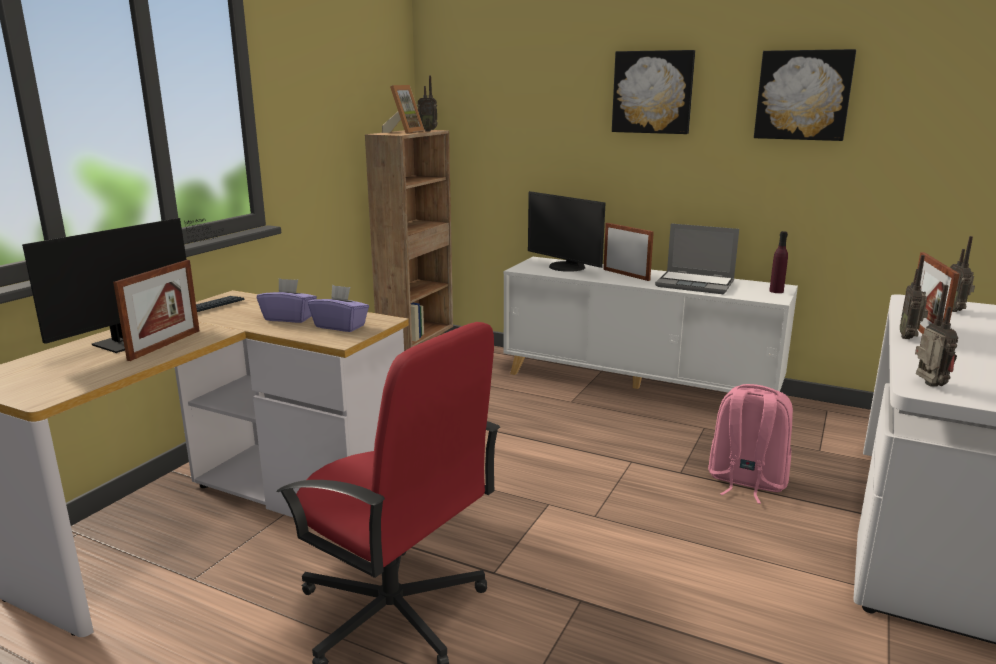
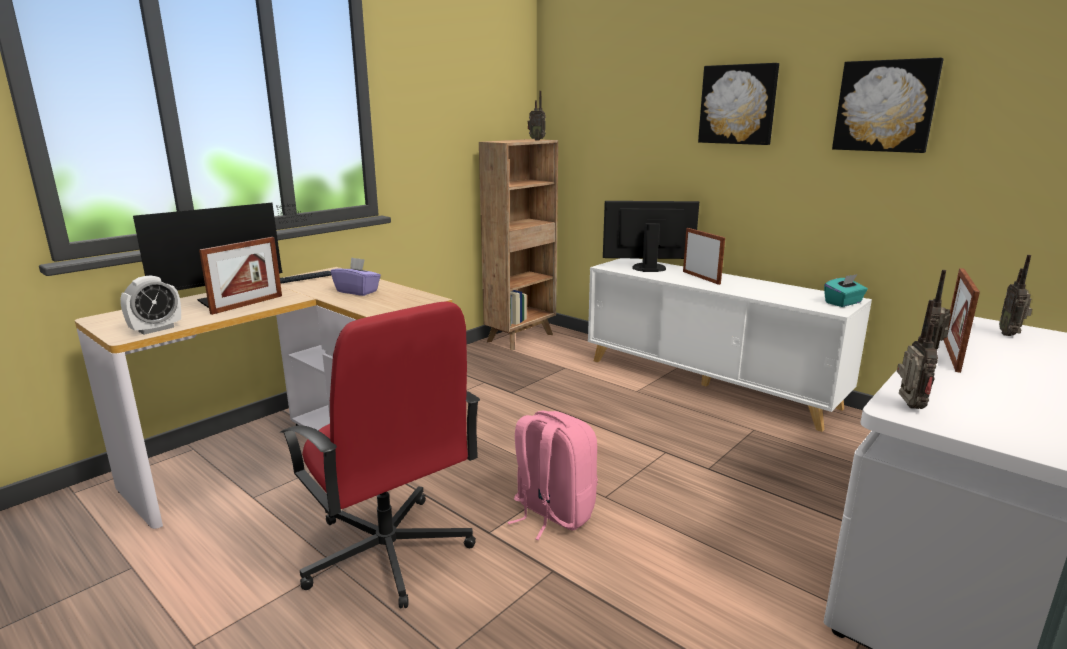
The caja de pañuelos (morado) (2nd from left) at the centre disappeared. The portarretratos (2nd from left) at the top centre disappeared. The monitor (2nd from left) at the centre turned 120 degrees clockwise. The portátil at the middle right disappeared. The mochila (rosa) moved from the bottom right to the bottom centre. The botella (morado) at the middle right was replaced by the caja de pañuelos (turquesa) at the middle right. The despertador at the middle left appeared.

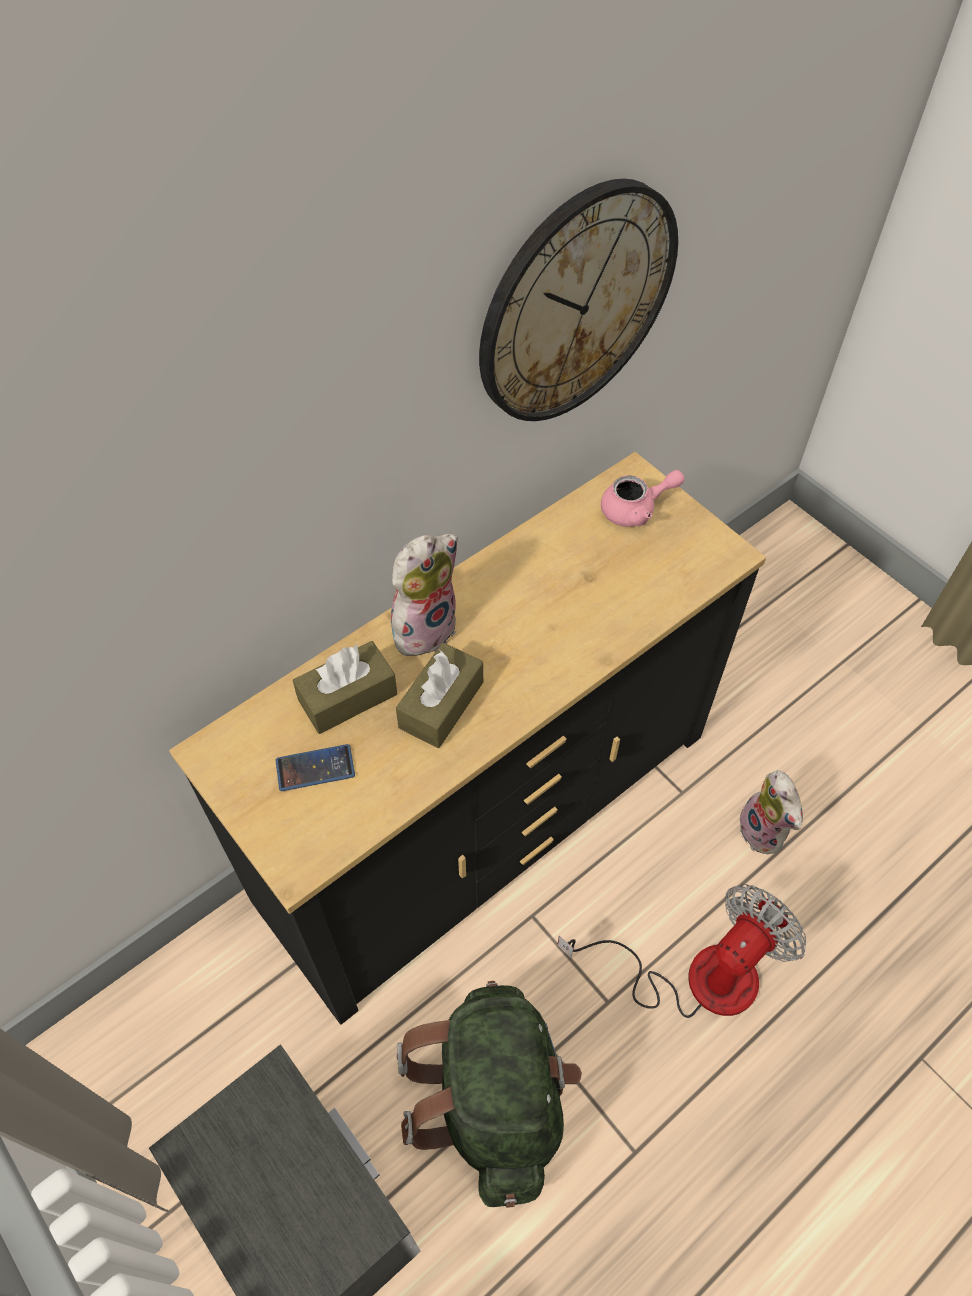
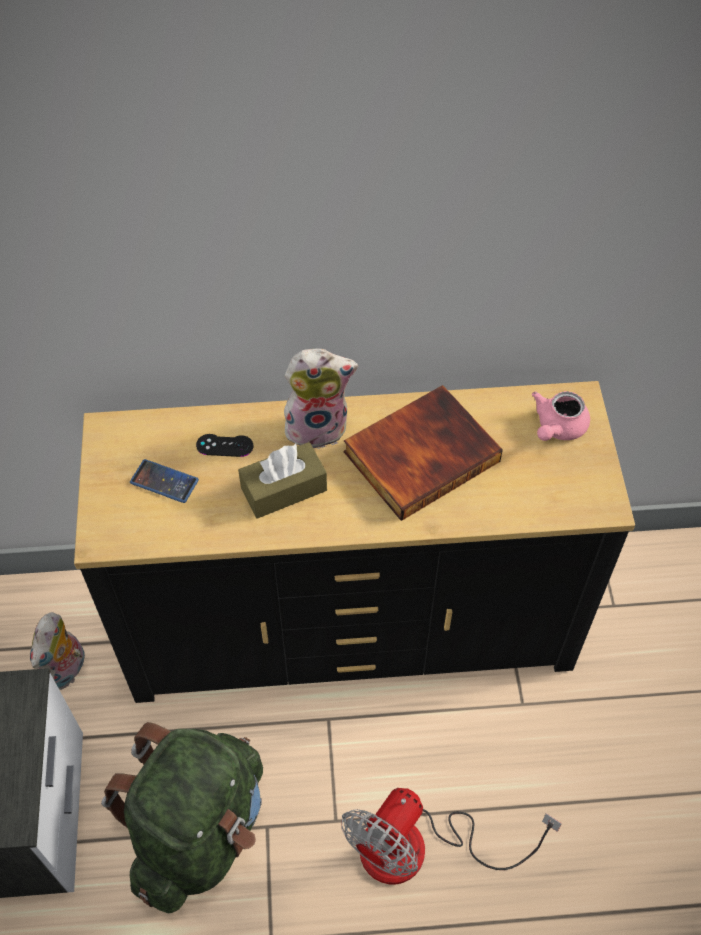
The caja de pañuelos (marrón) (1st from left) at the centre was replaced by the mando de consola (negro) at the middle left. The reloj de pared at the top centre disappeared. The ventilador at the bottom right turned 135 degrees clockwise. The tetera (rosa) at the centre turned 105 degrees clockwise. The peluche (2nd from left in the first image) moved from the middle right to the bottom left. The libro at the centre appeared.

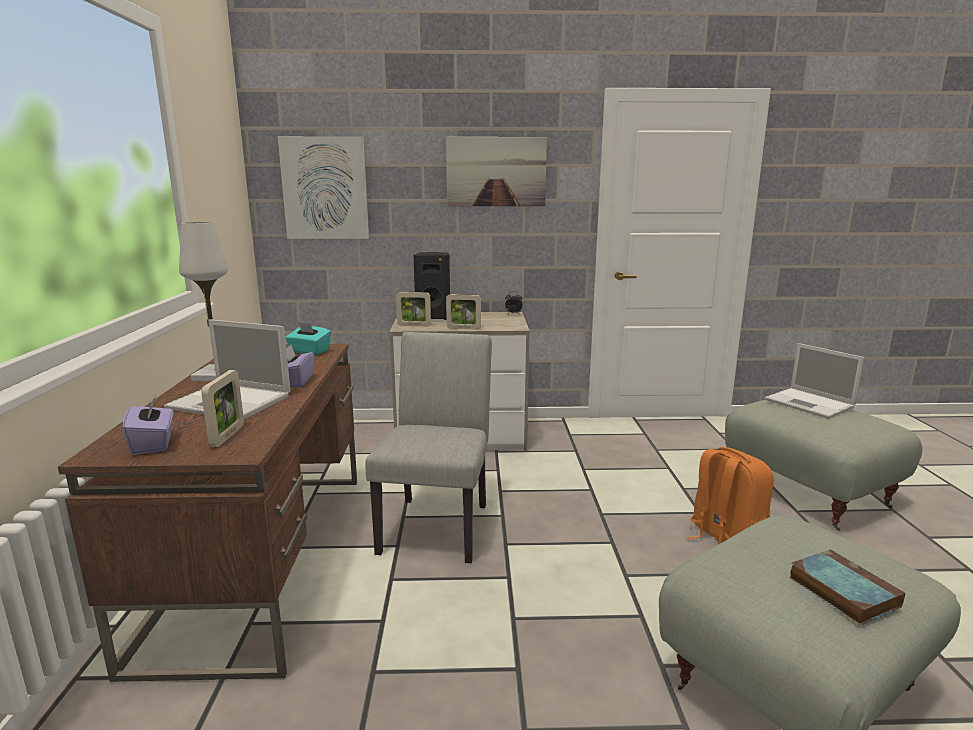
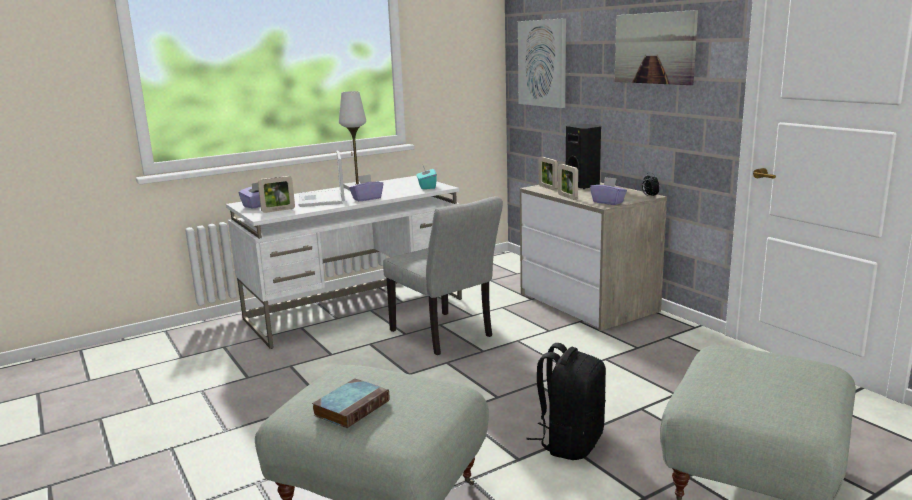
The escritorio (marrón) at the bottom left became the escritorio (blanco) at the centre. The silla (gris) at the centre turned 75 degrees clockwise. The mochila (naranja) at the bottom right became the mochila (negro) at the bottom centre. The portátil (2nd from left) at the middle right disappeared. The caja de pañuelos (morado) (3rd from left) at the middle right appeared.

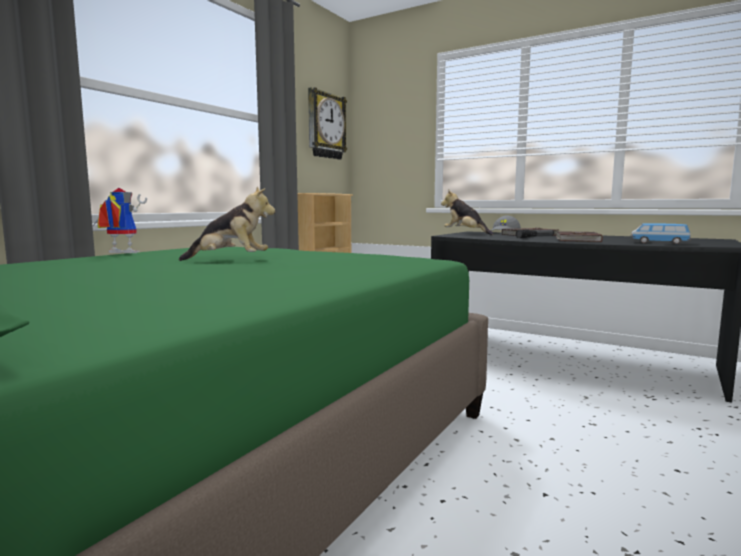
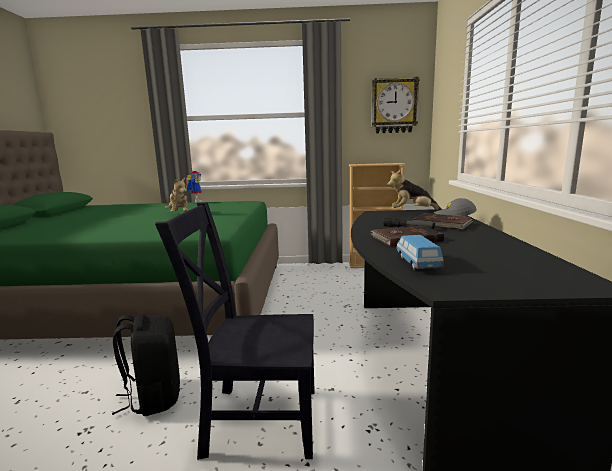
The peluche (2nd from left) at the centre turned 105 degrees counterclockwise. The mochila (negro) at the bottom left appeared. The silla (negro) at the bottom centre appeared.

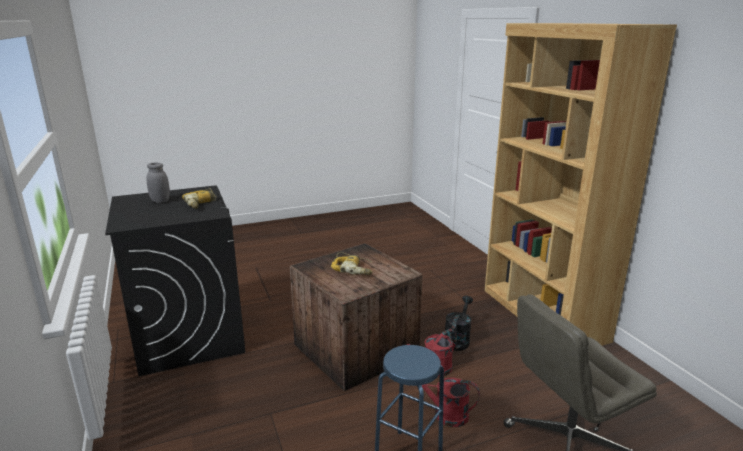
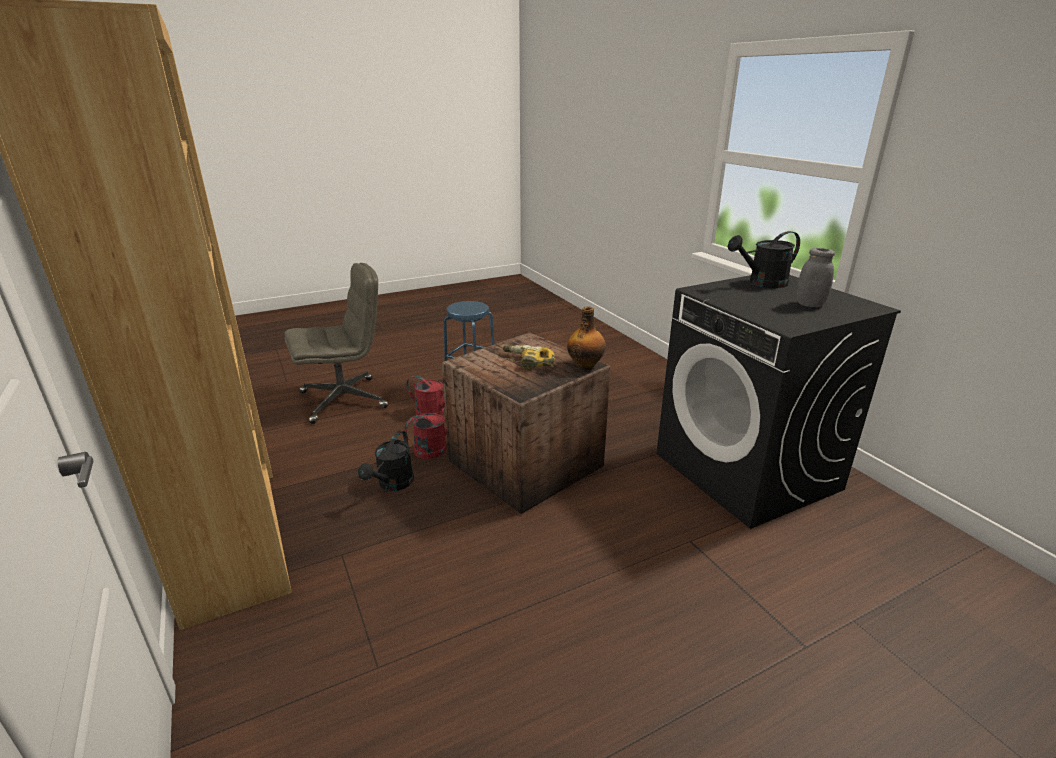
The taladro (1st from left) at the middle left disappeared. The botella at the centre appeared. The regadera (negro) (2nd from left) at the middle right appeared.

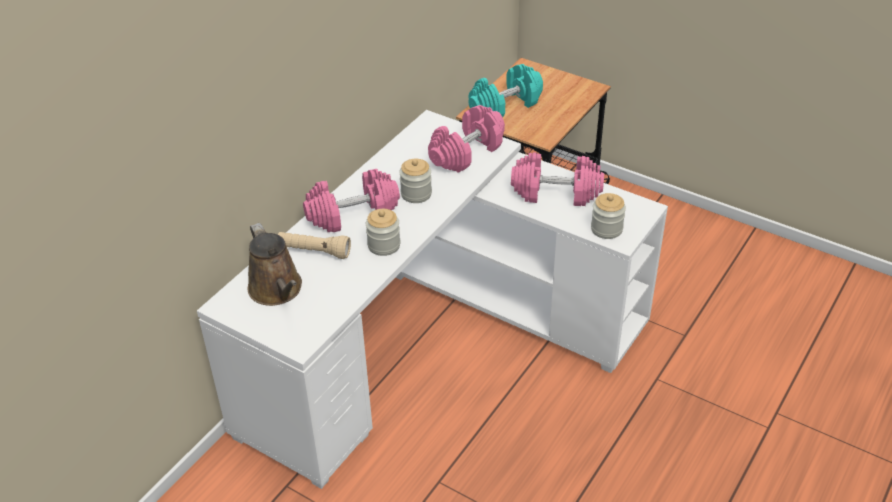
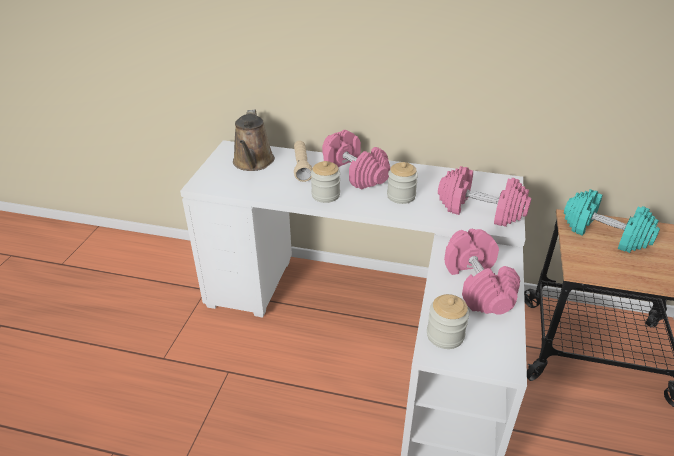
The regadera (marrón) at the middle left turned 45 degrees counterclockwise.

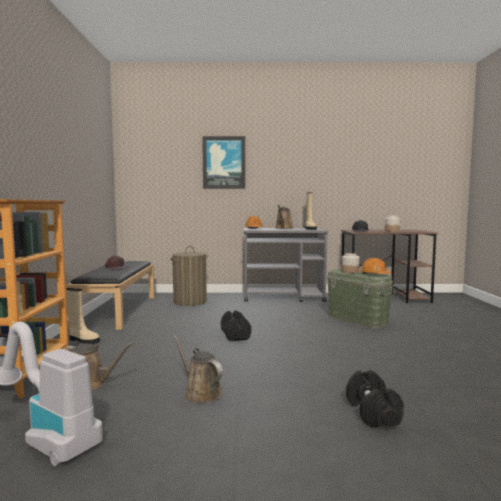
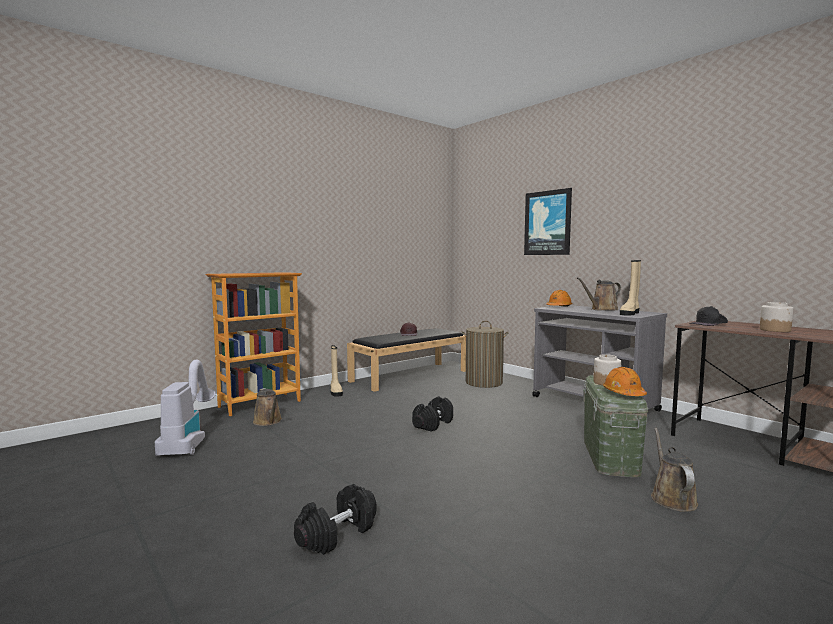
The regadera (marrón) (2nd from left in the first image) moved from the bottom centre to the bottom right.

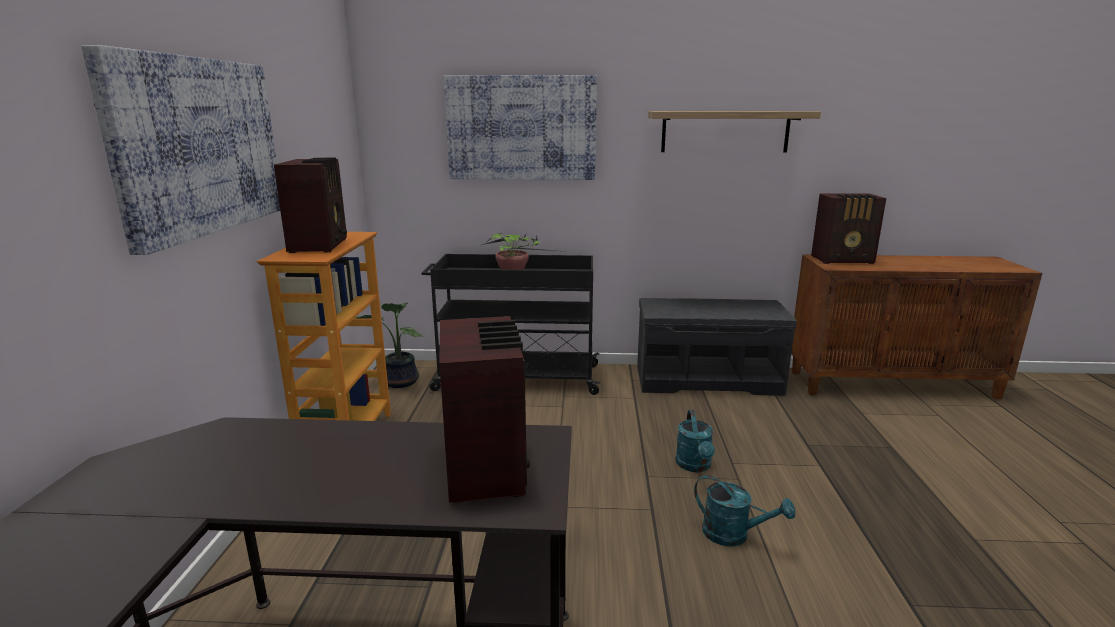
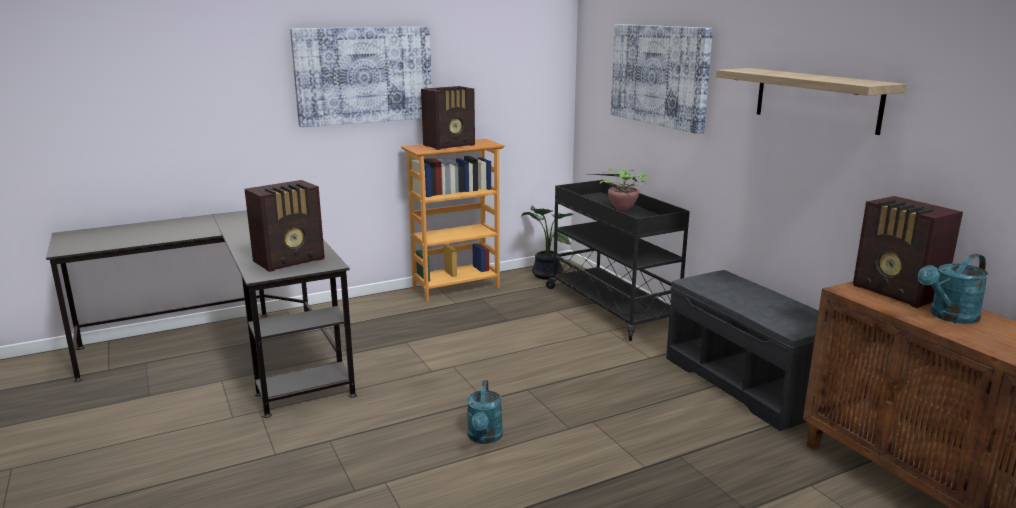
The regadera (turquesa) (1st from left in the first image) moved from the bottom centre to the middle right.

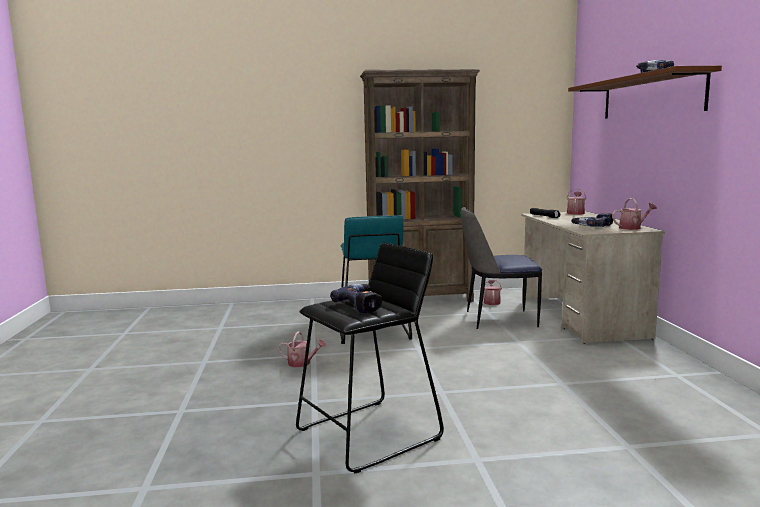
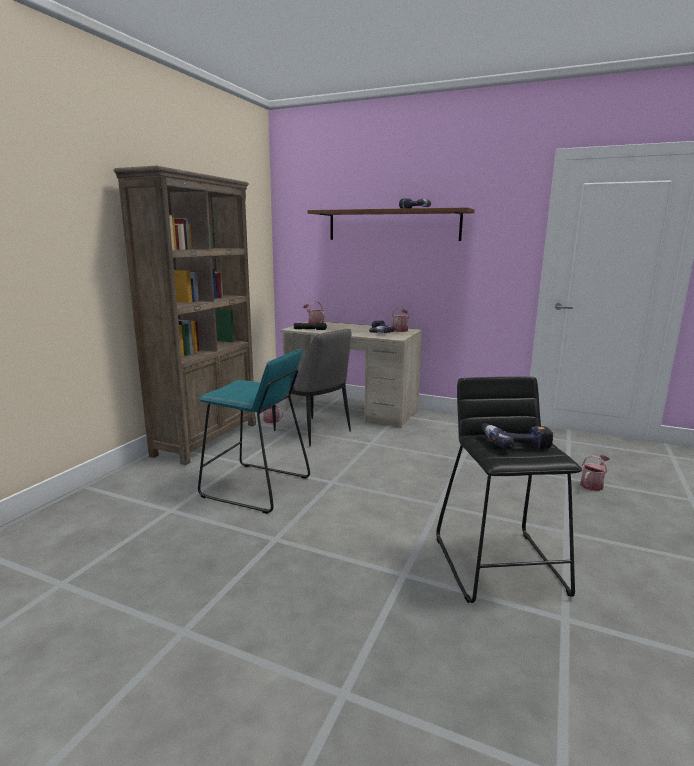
The regadera (1st from left in the first image) moved from the bottom centre to the middle right. The silla at the centre turned 75 degrees counterclockwise.

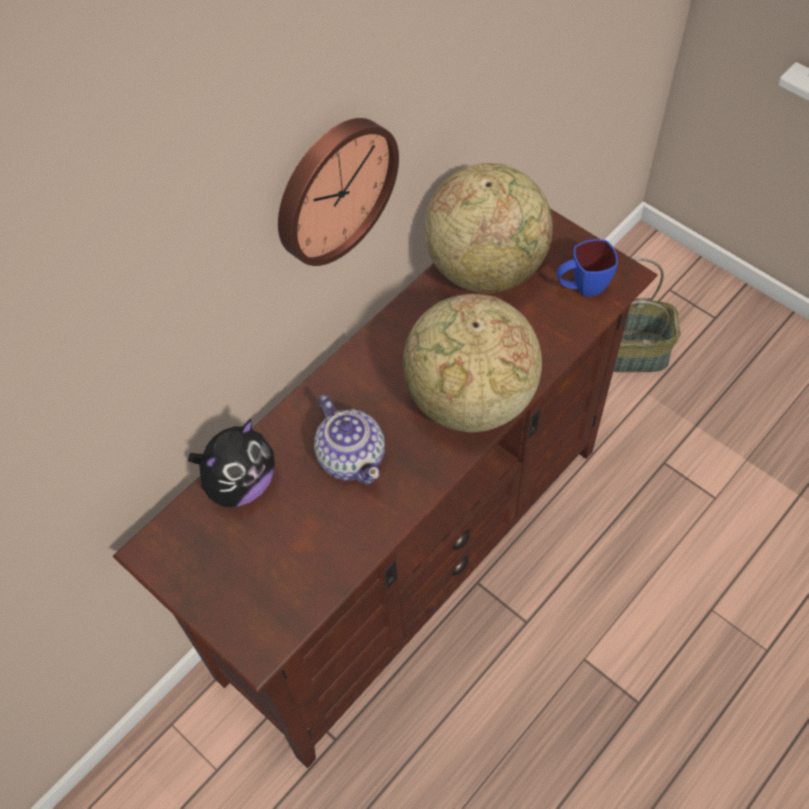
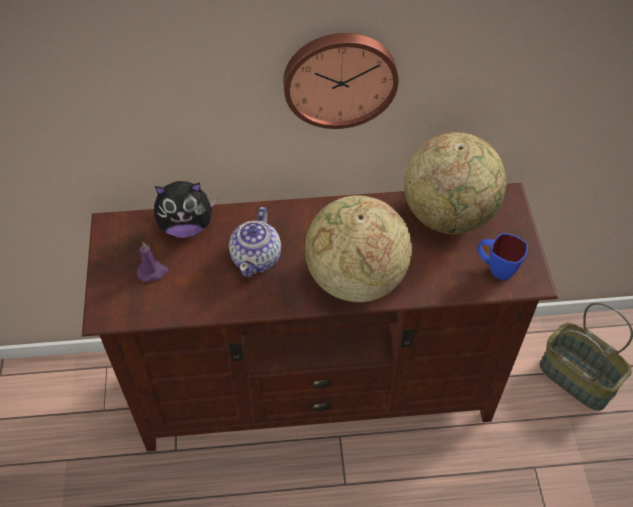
The vela (morado) at the middle left appeared.

